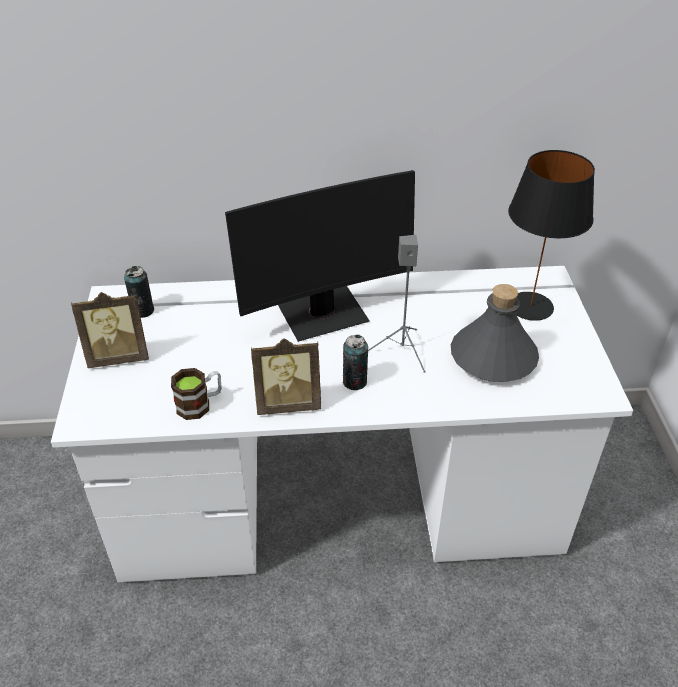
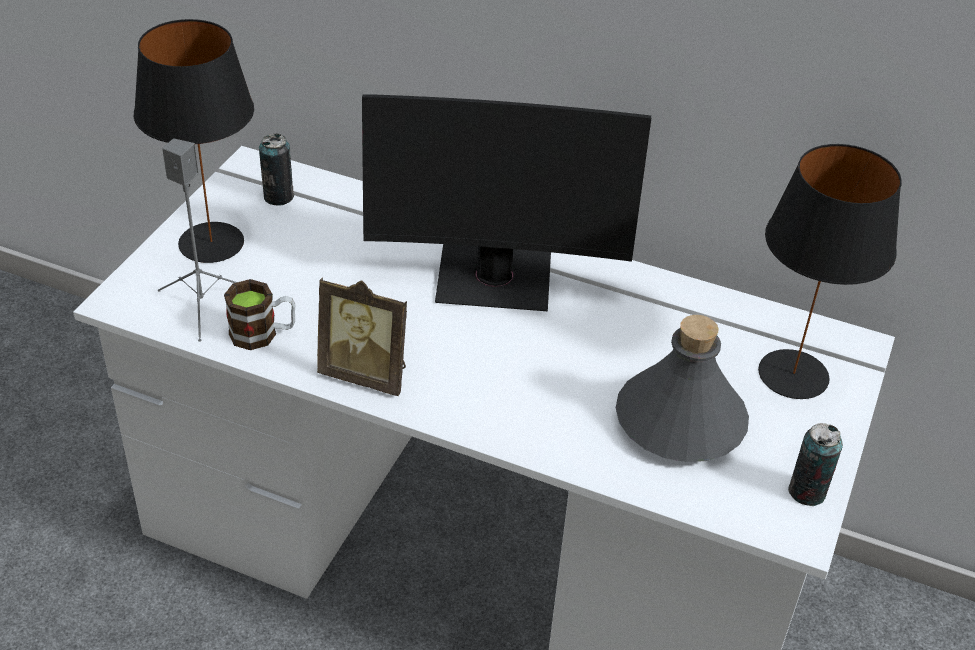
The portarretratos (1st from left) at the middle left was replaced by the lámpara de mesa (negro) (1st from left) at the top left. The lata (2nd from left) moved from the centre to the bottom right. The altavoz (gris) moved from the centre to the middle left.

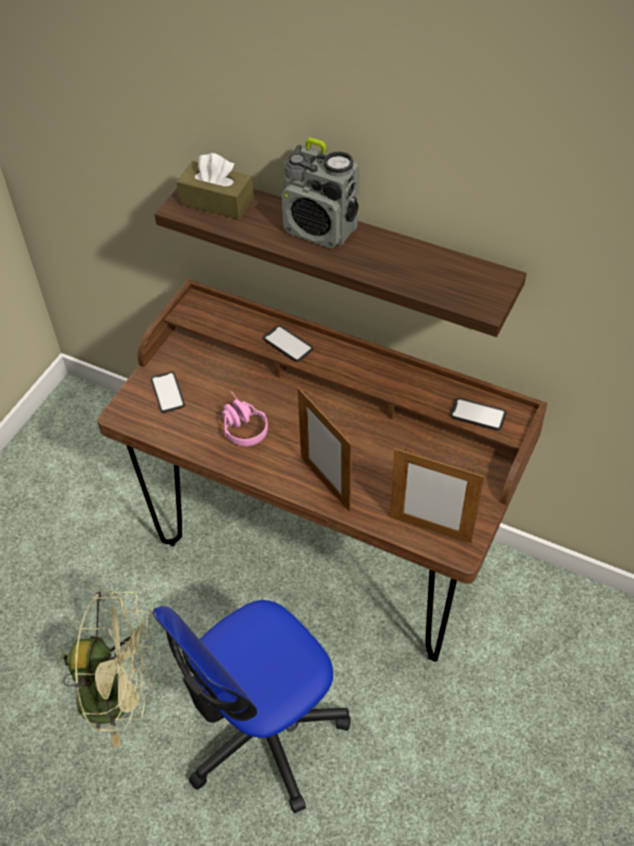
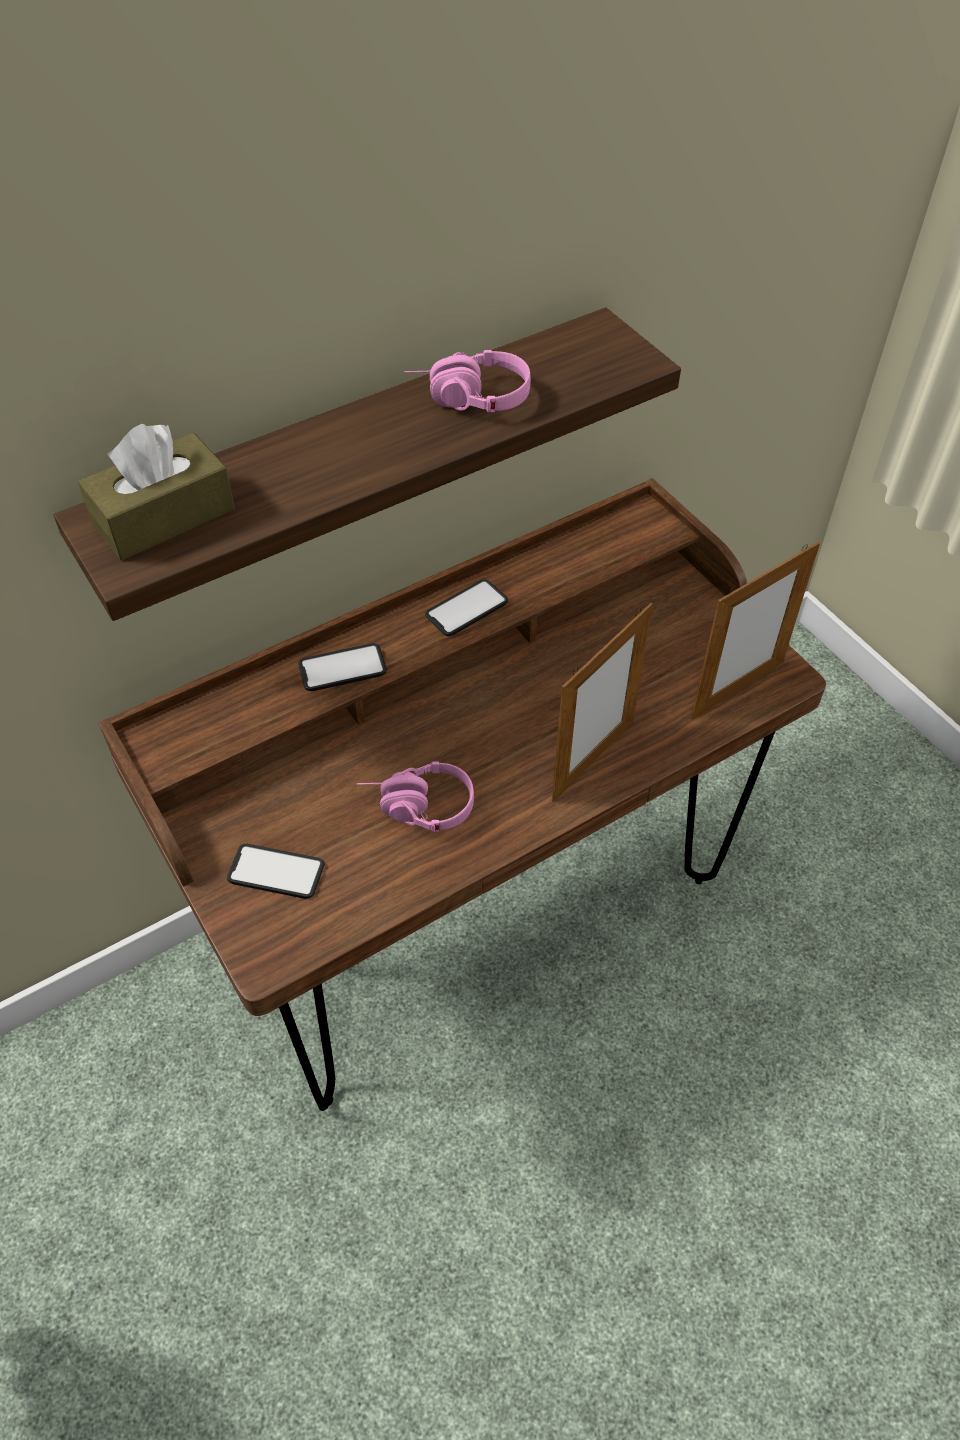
The ventilador (verde) at the bottom left disappeared. The silla de oficina at the bottom centre disappeared. The radio at the top centre disappeared. The portarretratos (1st from left) at the centre turned 45 degrees counterclockwise. The móvil (3rd from left) moved from the middle right to the centre. The auriculares (rosa) (2nd from left) at the top centre appeared.

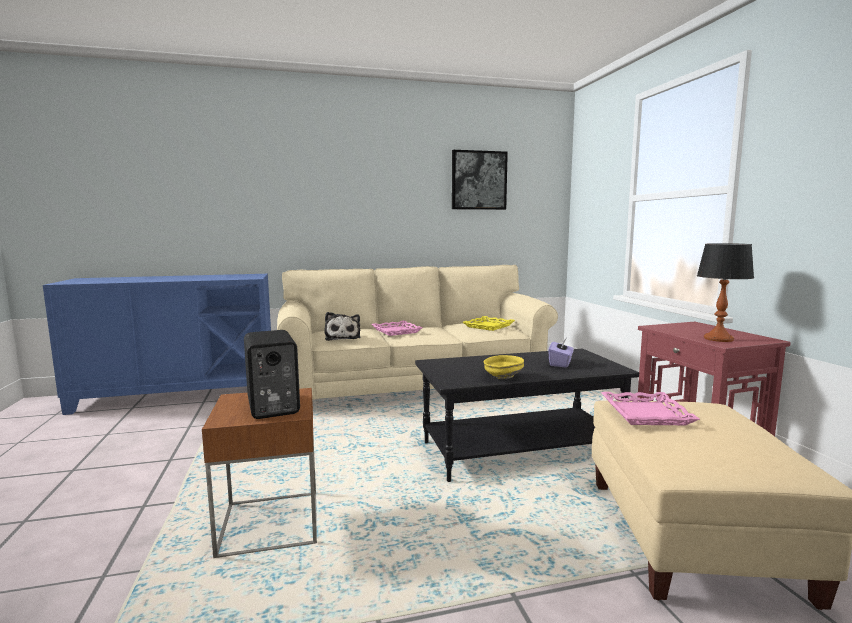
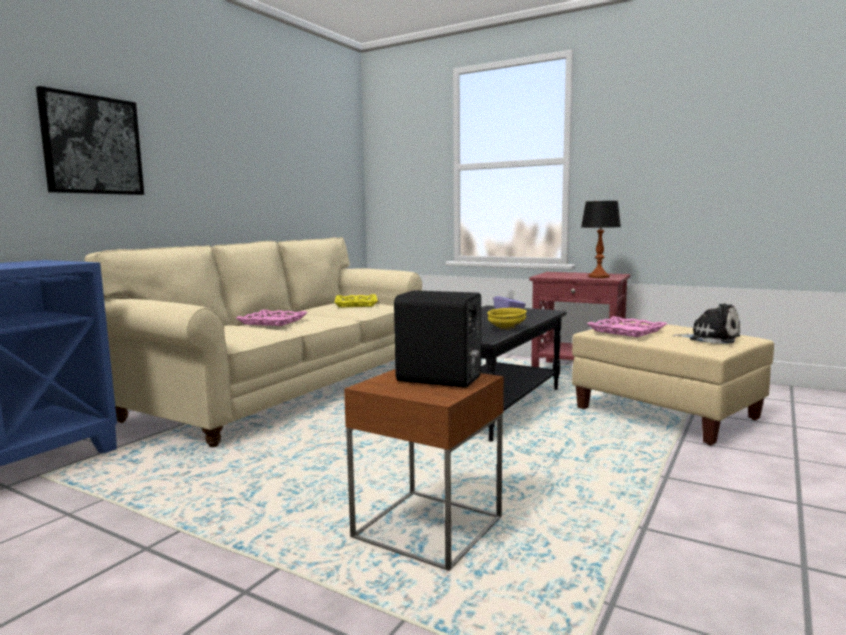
The peluche moved from the centre to the middle right. The cuadro moved from the top centre to the top left.

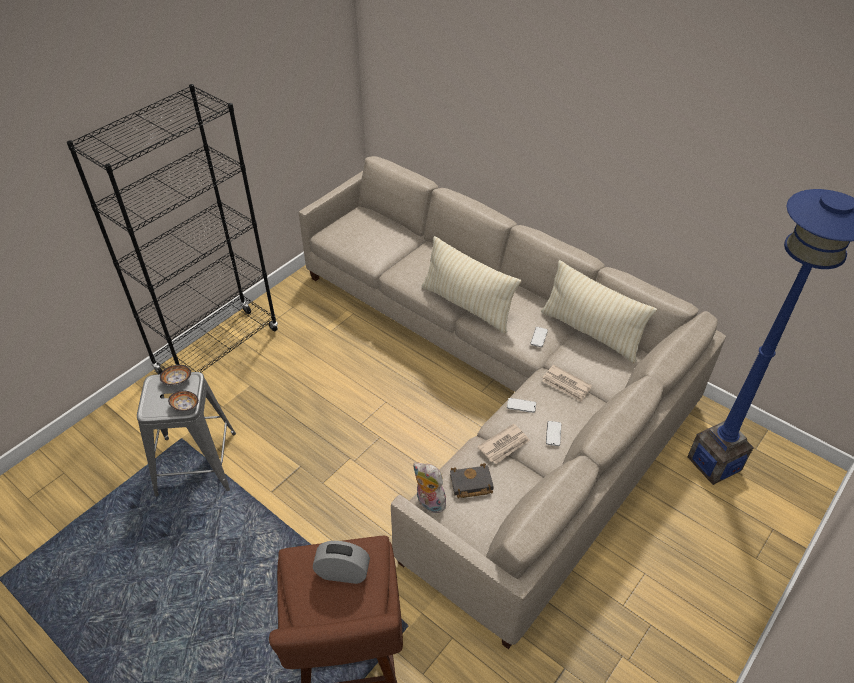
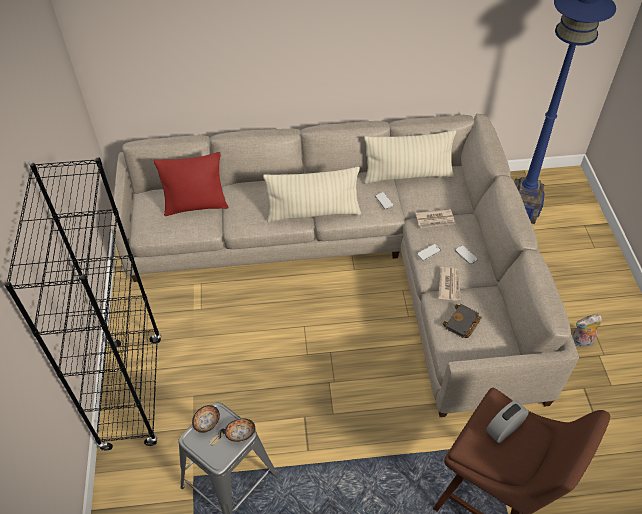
The peluche moved from the bottom centre to the middle right. The cojín (rojo) at the middle left appeared.

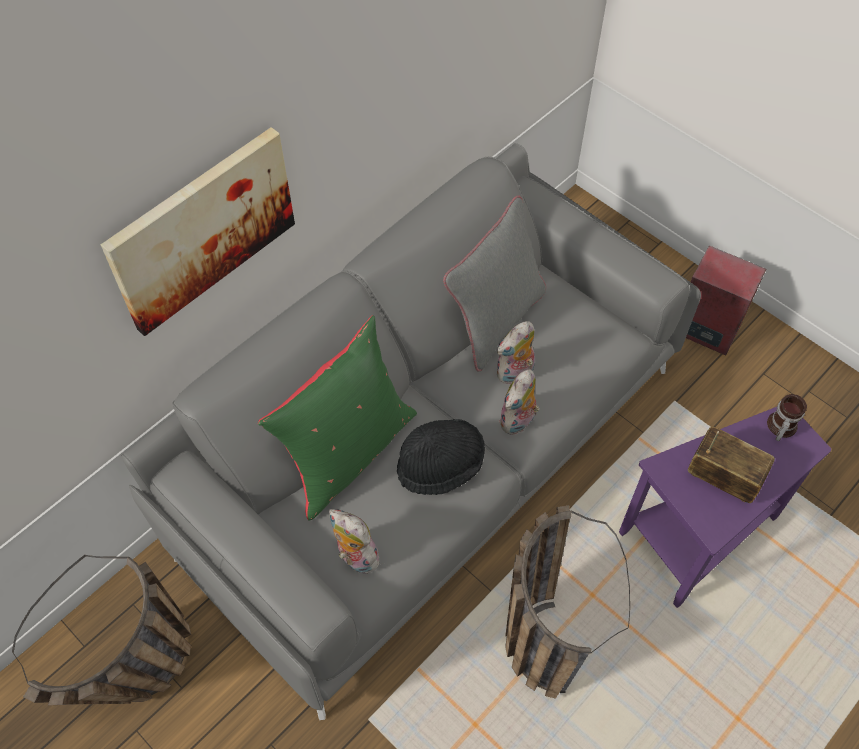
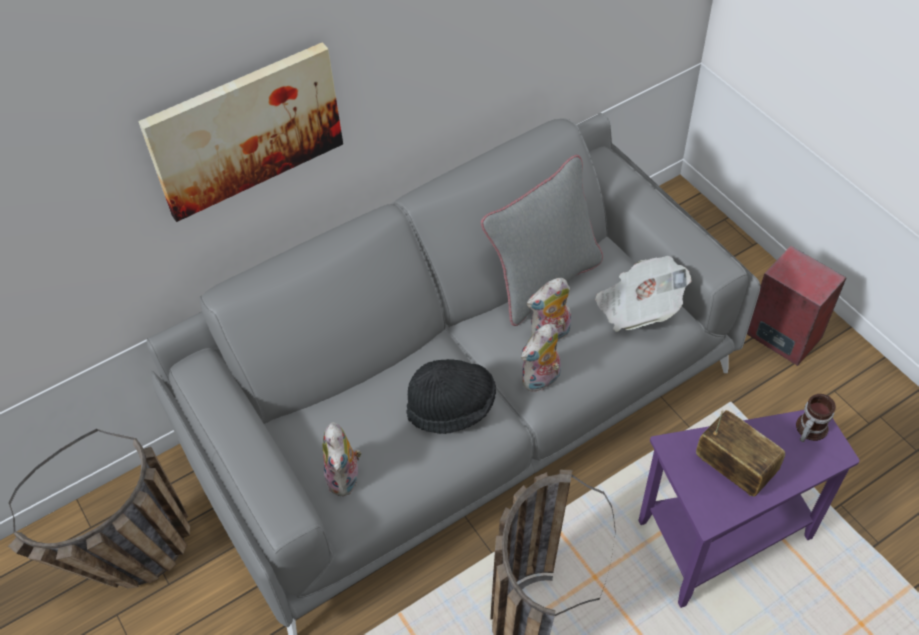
The cojín (verde) at the centre disappeared. The peluche (1st from left) at the bottom centre turned 150 degrees counterclockwise. The periódico at the middle right appeared.

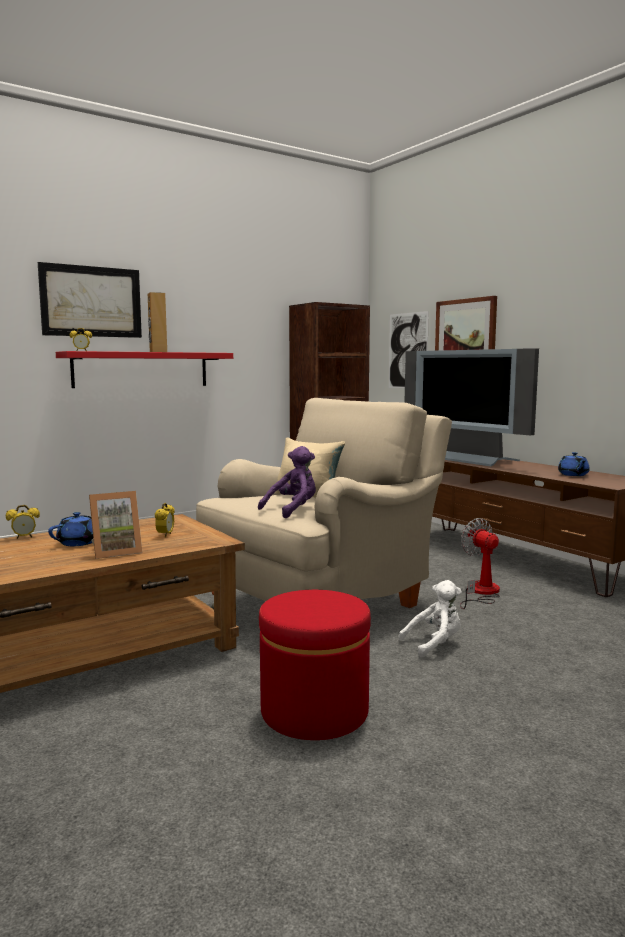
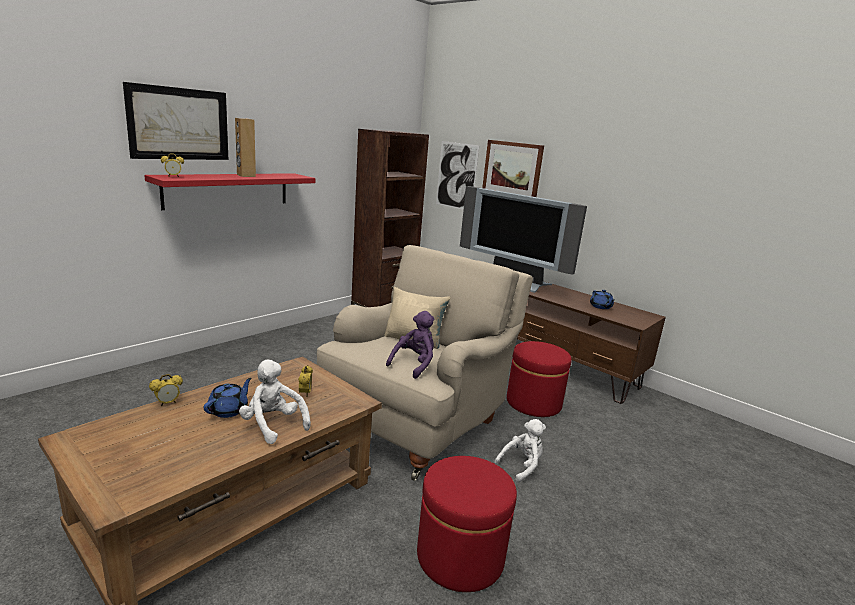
The portarretratos at the middle left was replaced by the peluche (blanco) (1st from left) at the middle left. The ventilador at the middle right was replaced by the puf (rojo) (2nd from left) at the centre.

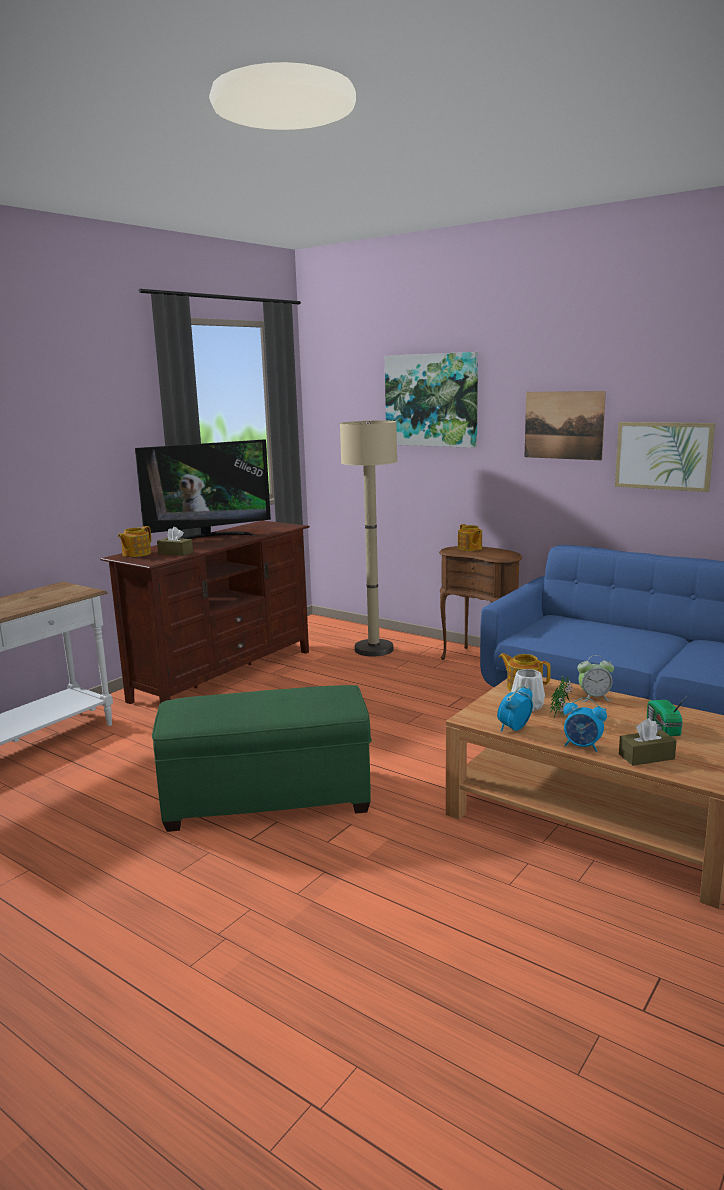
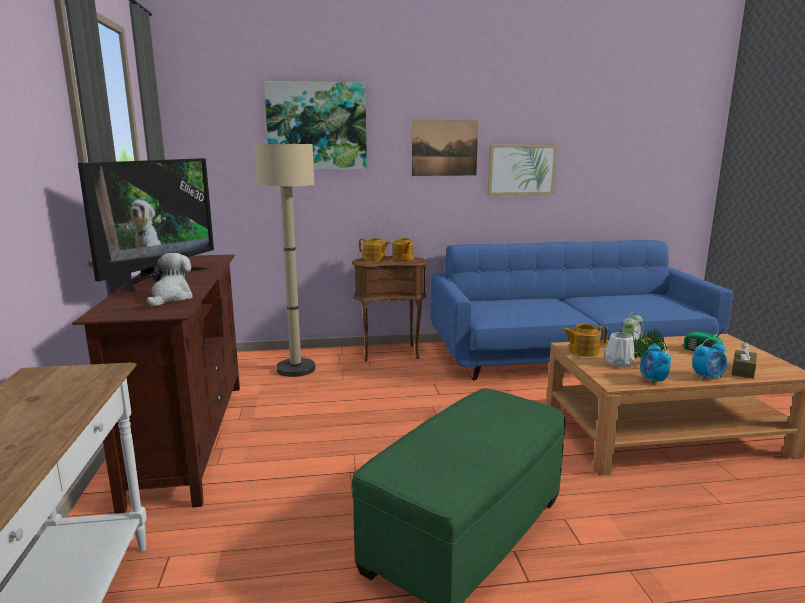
The tetera (1st from left in the first image) moved from the middle left to the centre. The caja de pañuelos (marrón) (1st from left) at the middle left was replaced by the peluche at the middle left.

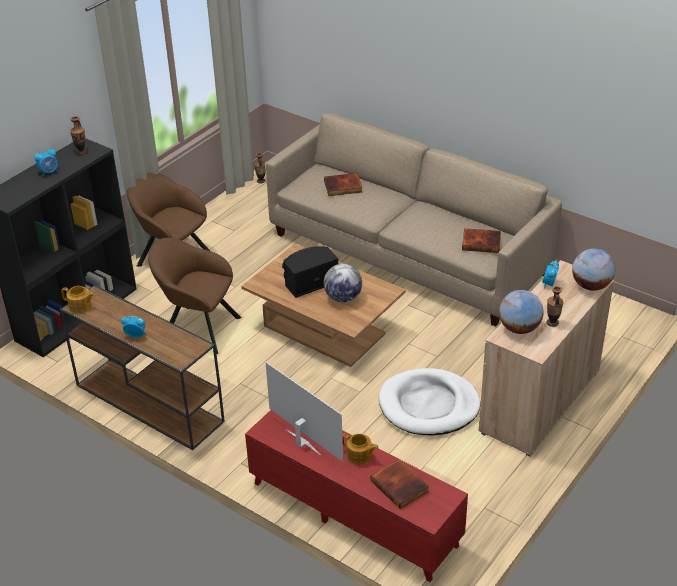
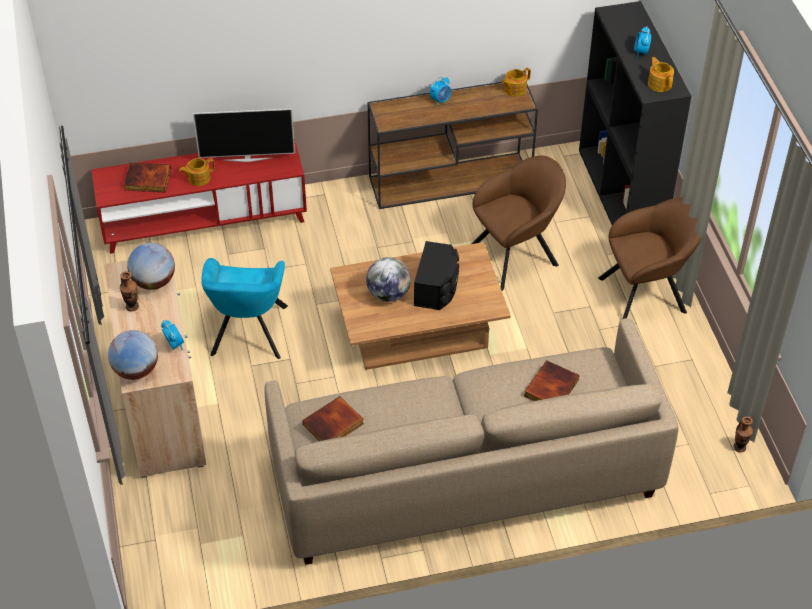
The florero (1st from left) at the top left was replaced by the tetera (3rd from left) at the top right. The cama para perro (blanco) at the bottom centre was replaced by the sillón (turquesa) at the middle left.

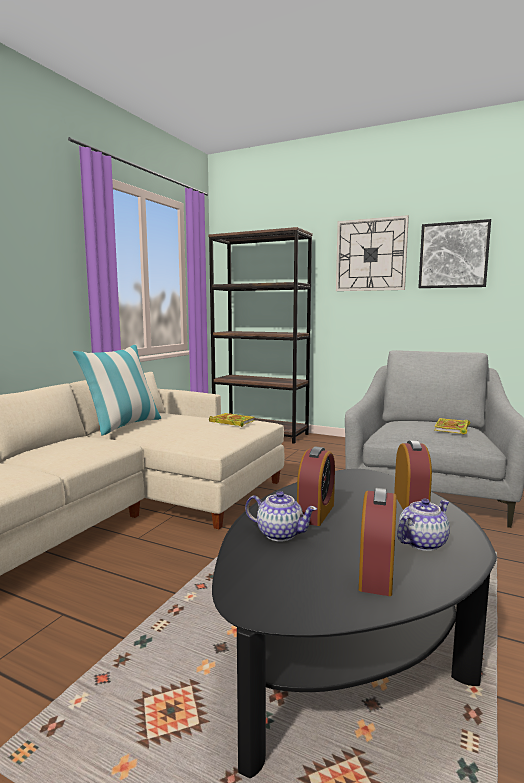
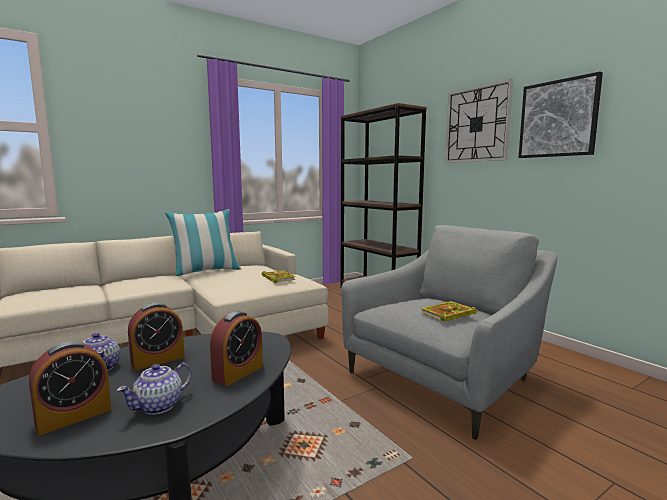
The tetera (2nd from left) at the bottom right turned 135 degrees clockwise.

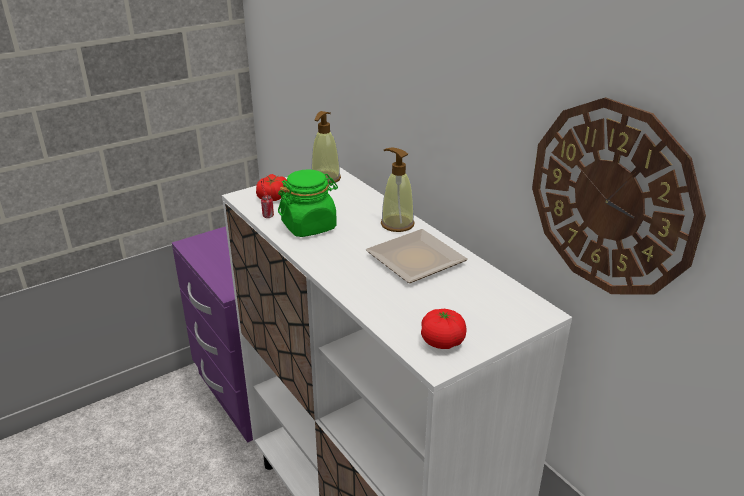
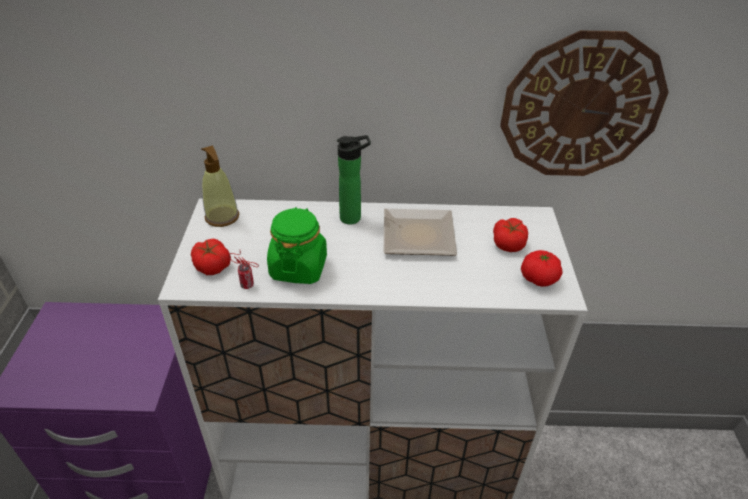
The dispensador de jabón (2nd from left) at the centre was replaced by the botella at the centre. The tomate (2nd from left) at the middle right appeared.

